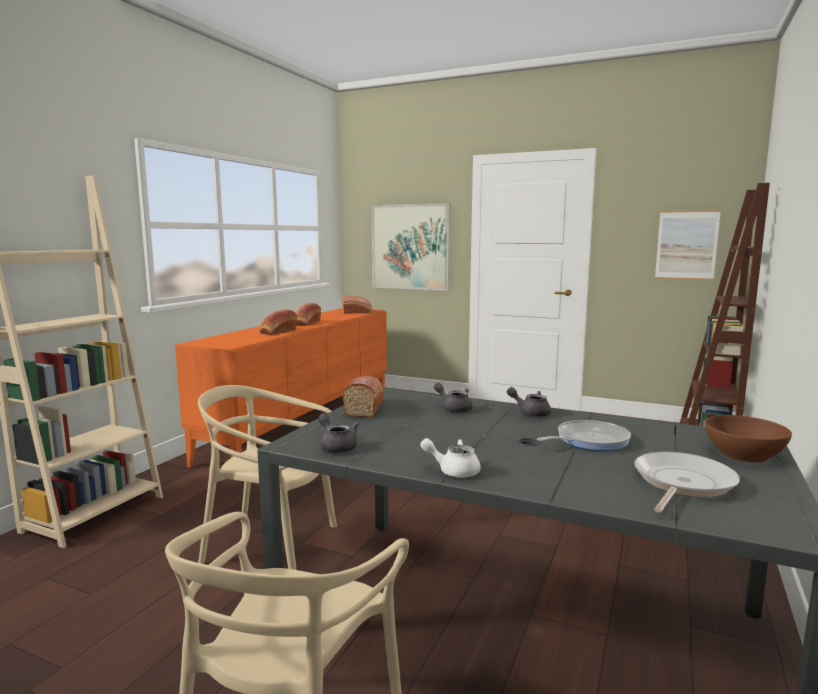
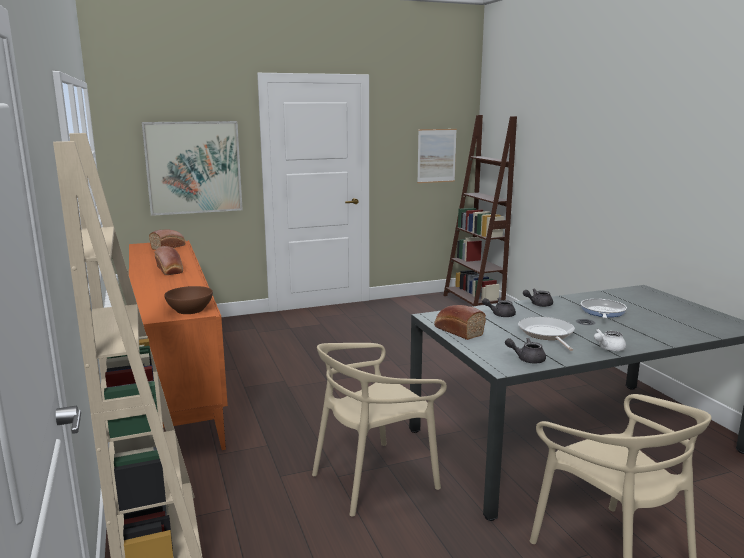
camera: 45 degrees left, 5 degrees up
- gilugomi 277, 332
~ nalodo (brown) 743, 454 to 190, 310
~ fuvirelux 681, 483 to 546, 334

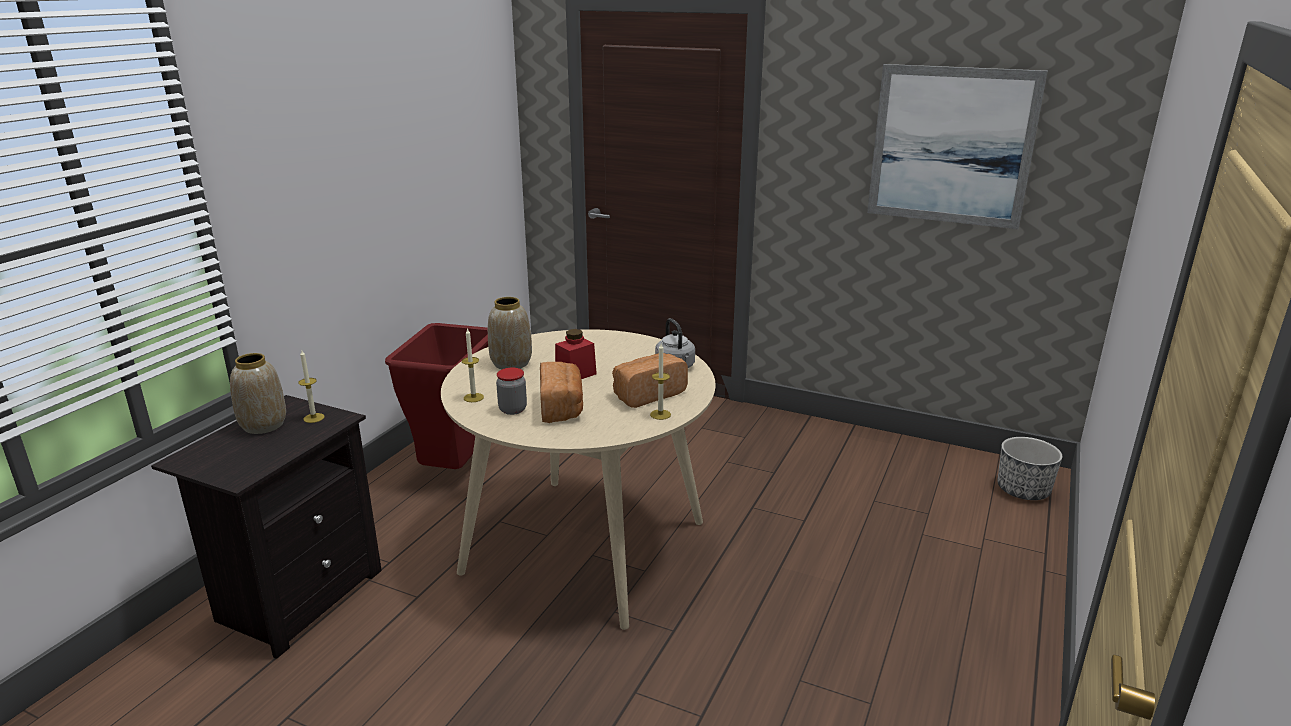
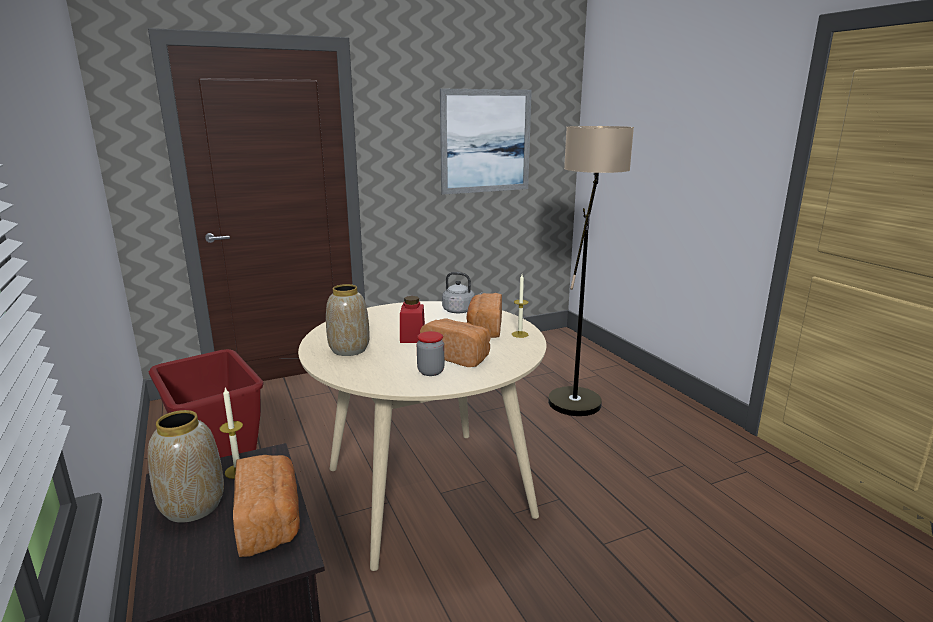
camera: 50 degrees left, 5 degrees down
- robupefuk 473, 397
- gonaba 1022, 490
+ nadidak 578, 393
+ gilugomi 270, 521

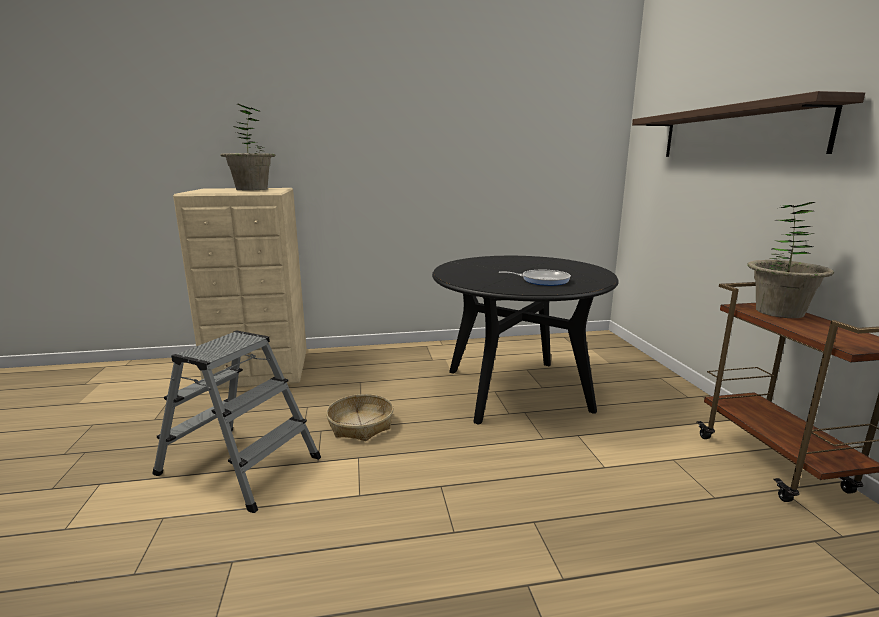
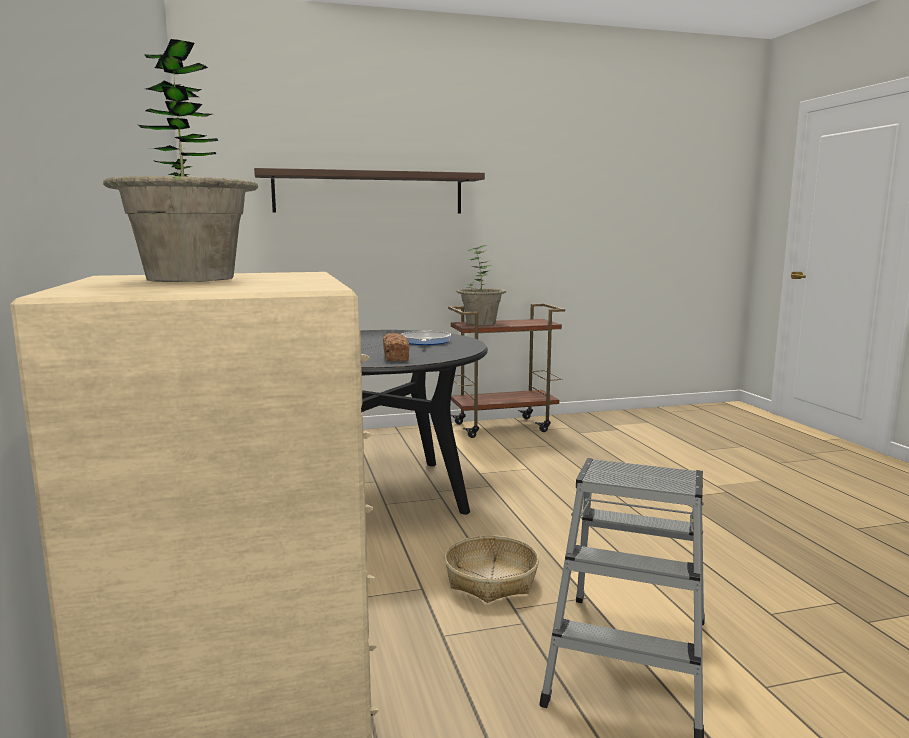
camera: 95 degrees left, 5 degrees down
+ gilugomi 396, 357

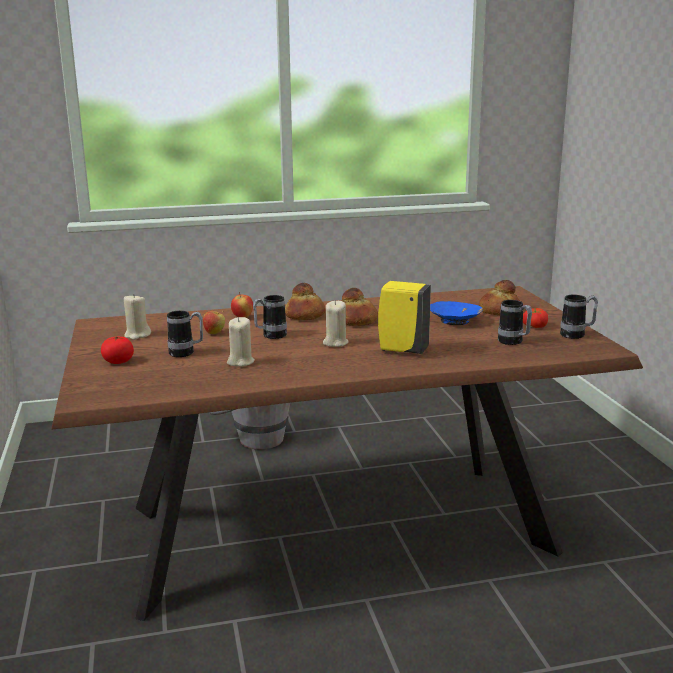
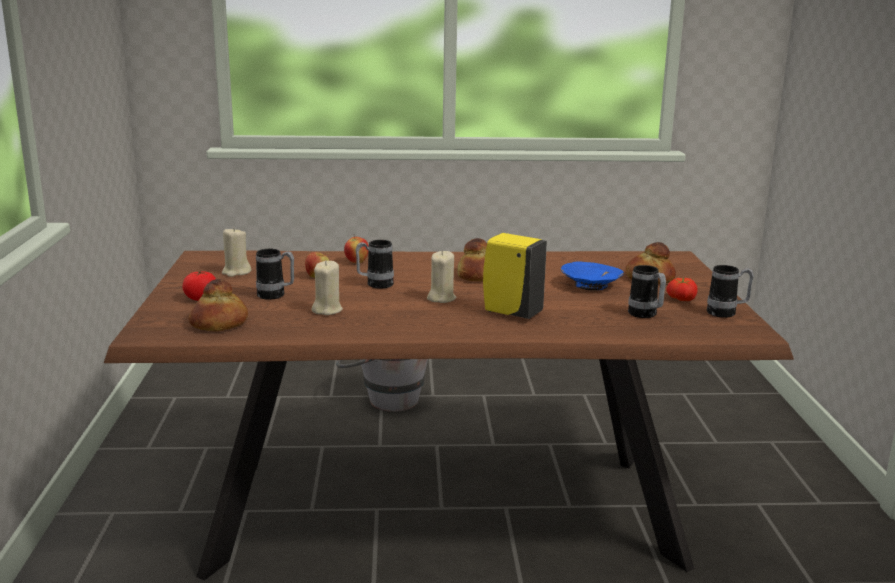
camera: 10 degrees right, 0 degrees up
~ gilugomi 305, 315 to 220, 323

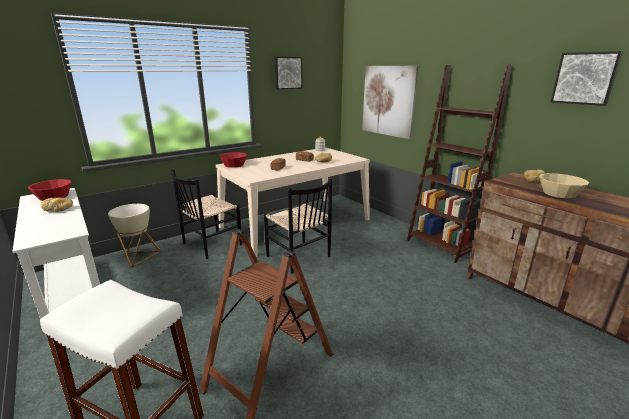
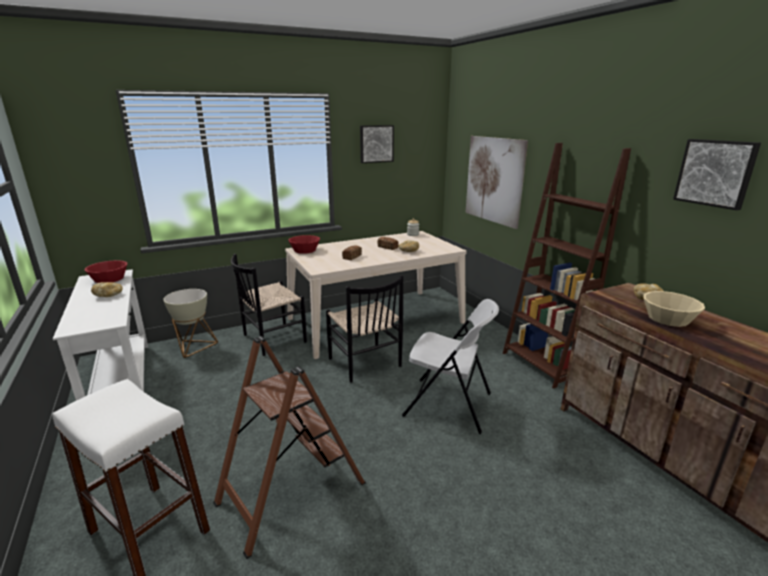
camera: 10 degrees right, 0 degrees up
+ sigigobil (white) 448, 404

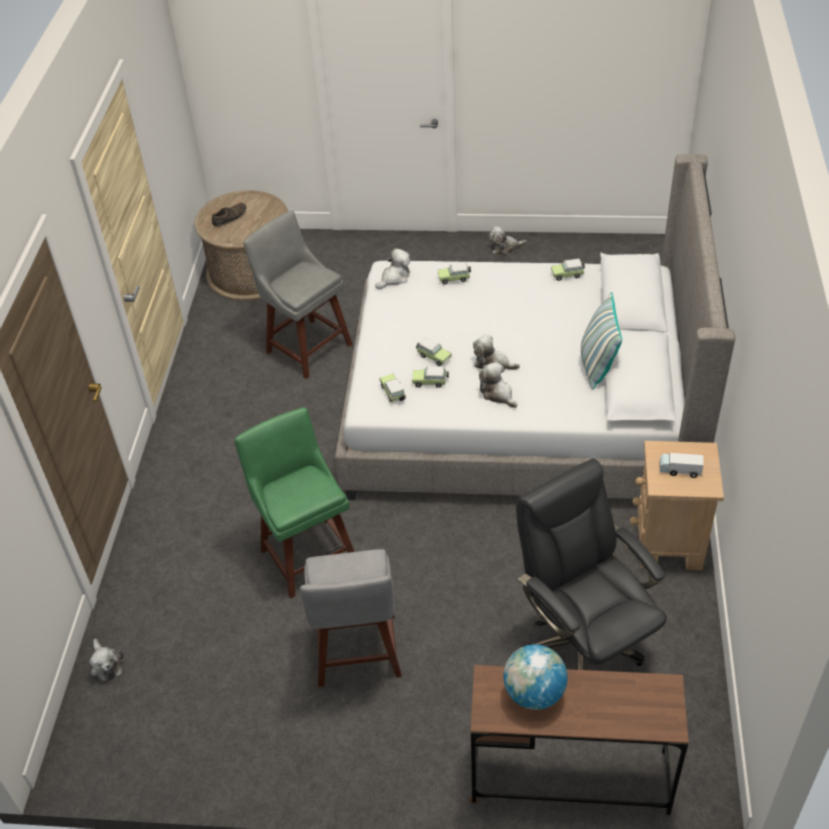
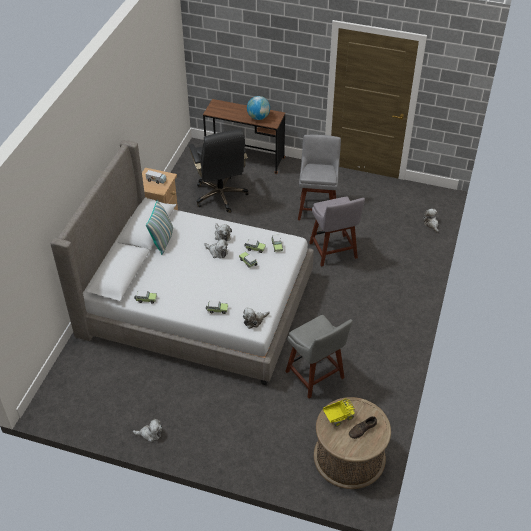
camera: 170 degrees left, 0 degrees up
~ sigigobil (green) 307, 553 to sigigobil (grey) 333, 252
+ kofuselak 338, 417

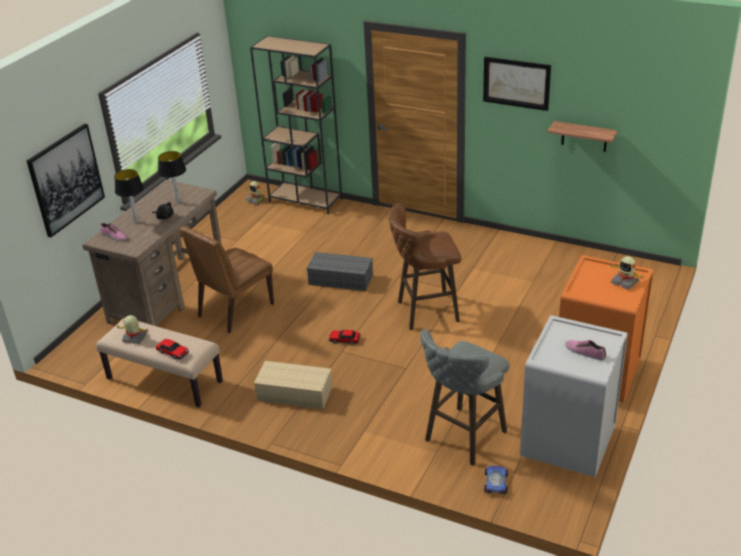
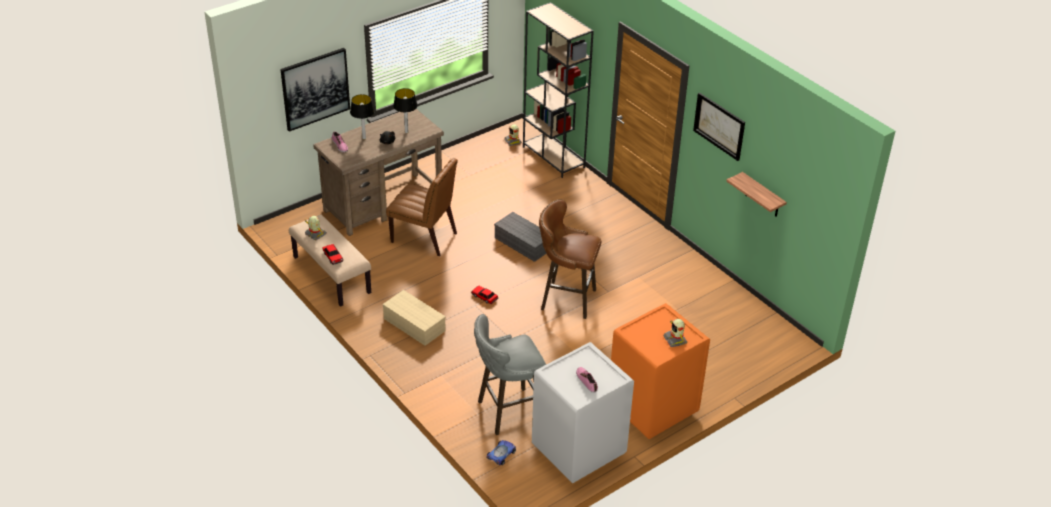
camera: 25 degrees right, 5 degrees up
~ sigigobil (brown) 236, 309 = 423, 237 135 degrees counterclockwise

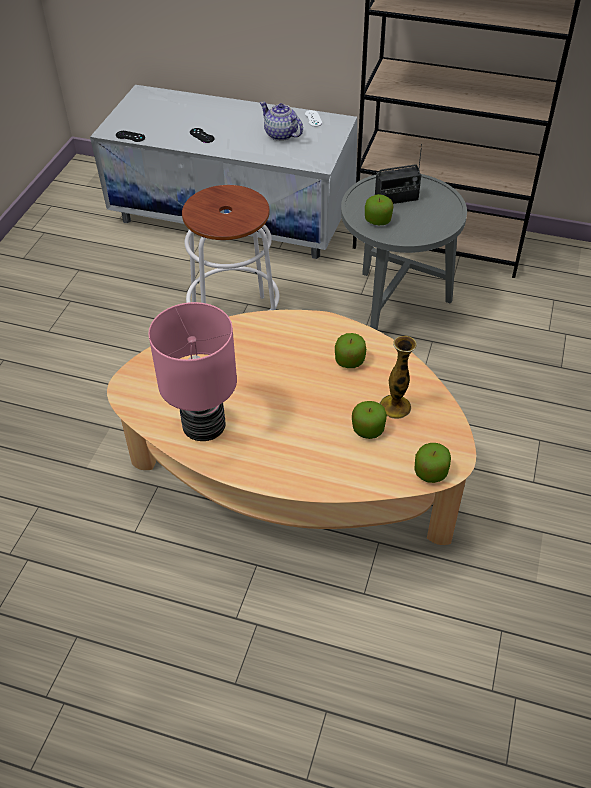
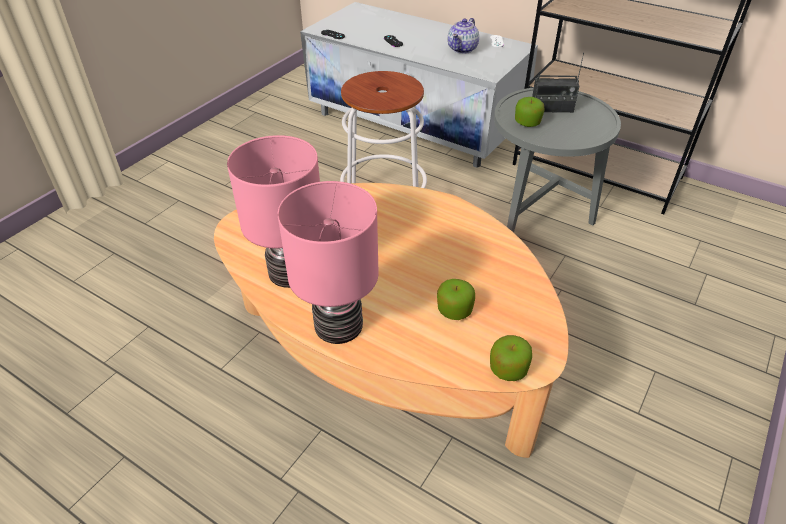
camera: 15 degrees right, 5 degrees down
~ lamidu 281, 135 = 463, 49 120 degrees counterclockwise
- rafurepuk 349, 361
- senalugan 395, 406
+ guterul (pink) 338, 326

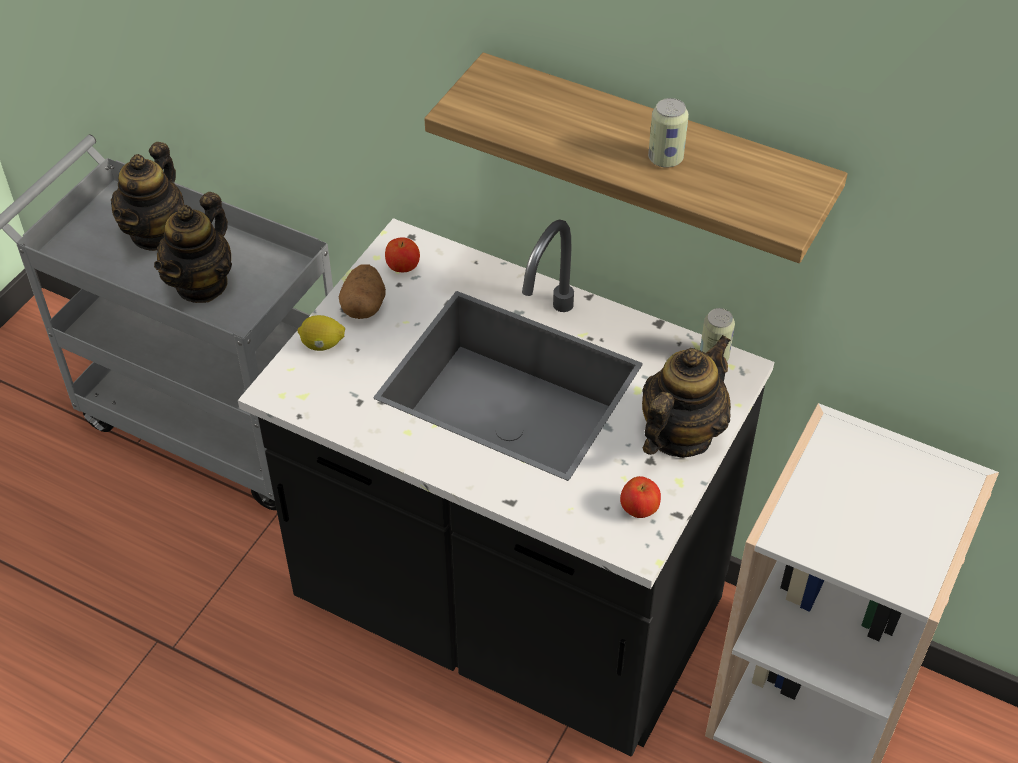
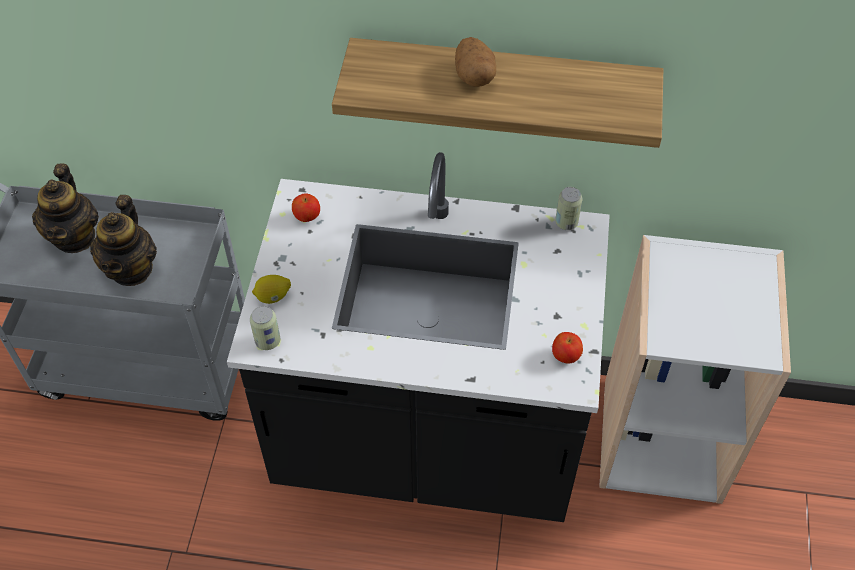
camera: 20 degrees left, 5 degrees up
~ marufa 665, 159 to 268, 341
~ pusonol 364, 306 to 474, 76
- lamidu 680, 435

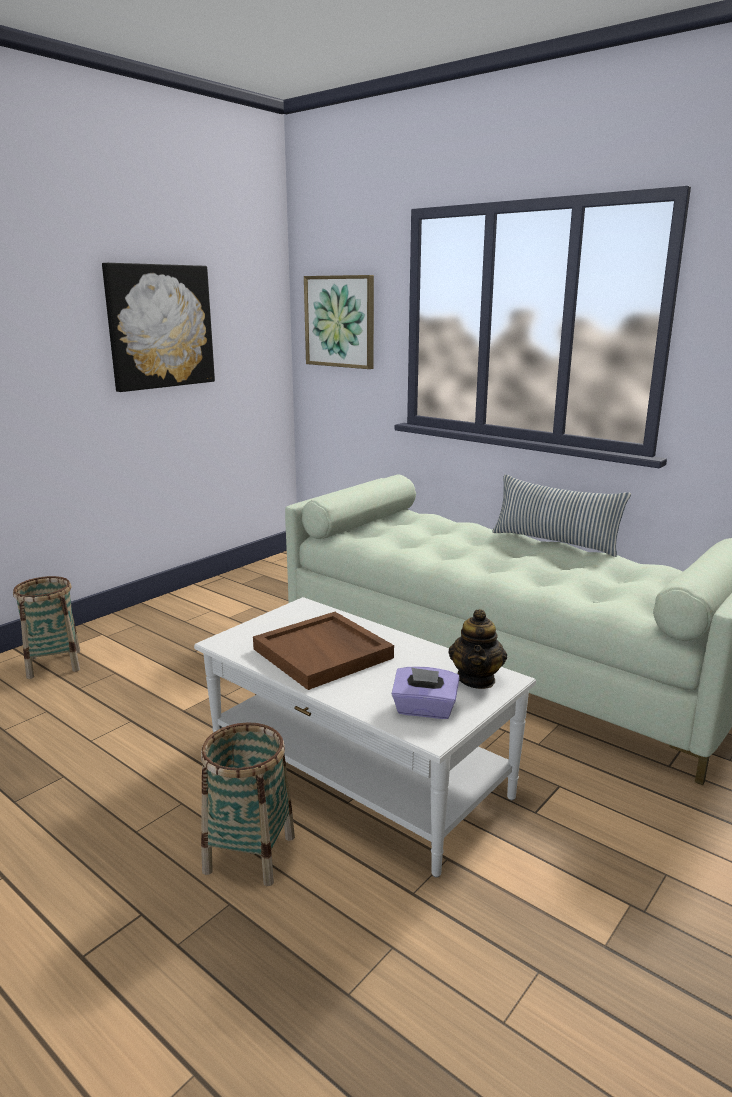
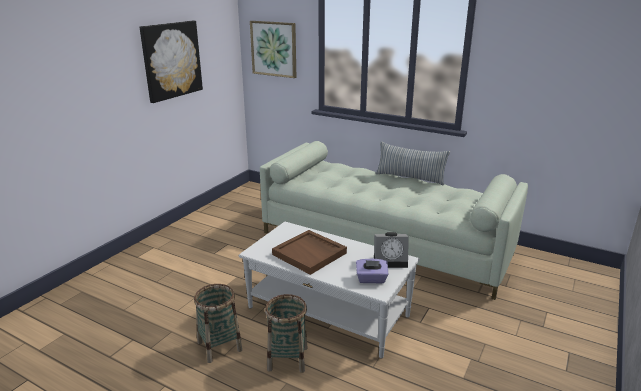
camera: 10 degrees left, 5 degrees up
~ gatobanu 54, 664 to 219, 346
~ lamidu 476, 679 to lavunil 391, 261

